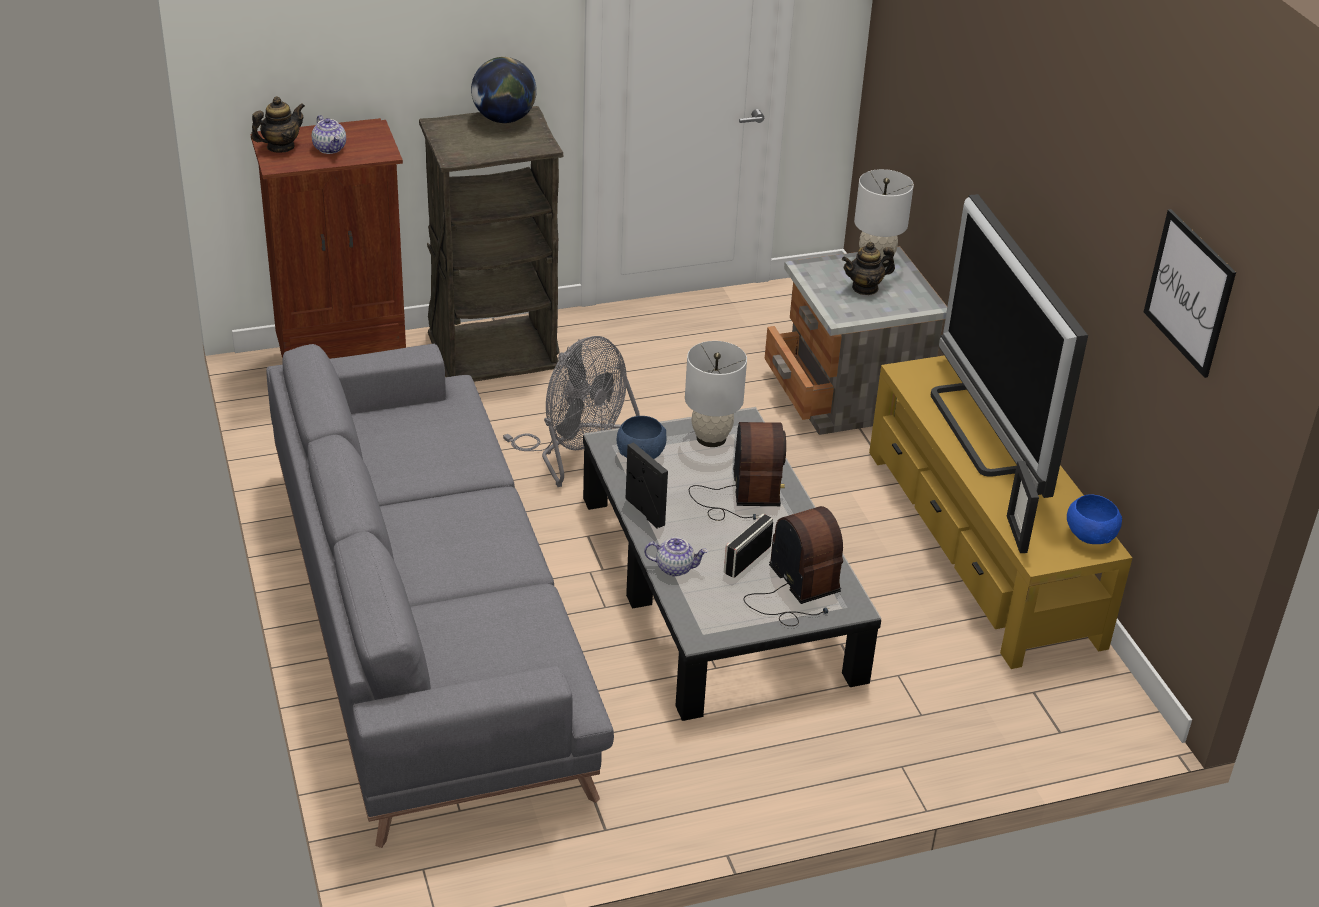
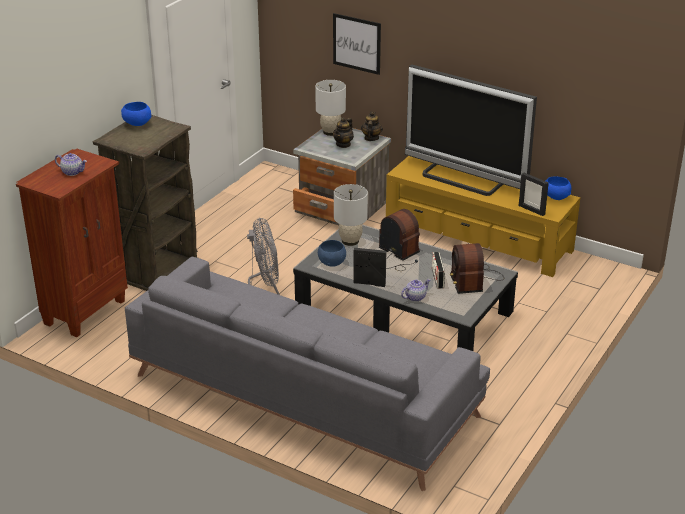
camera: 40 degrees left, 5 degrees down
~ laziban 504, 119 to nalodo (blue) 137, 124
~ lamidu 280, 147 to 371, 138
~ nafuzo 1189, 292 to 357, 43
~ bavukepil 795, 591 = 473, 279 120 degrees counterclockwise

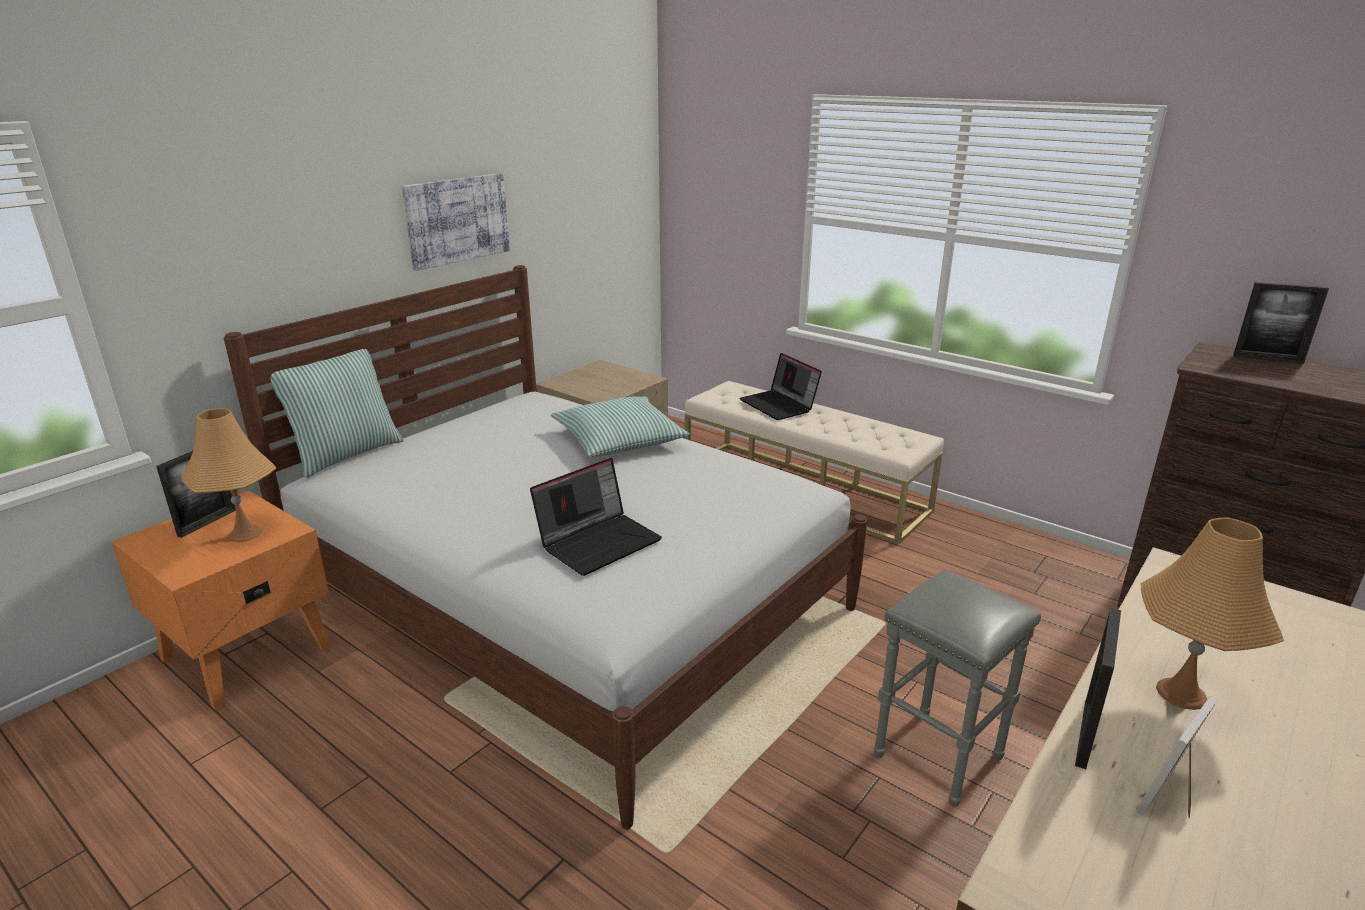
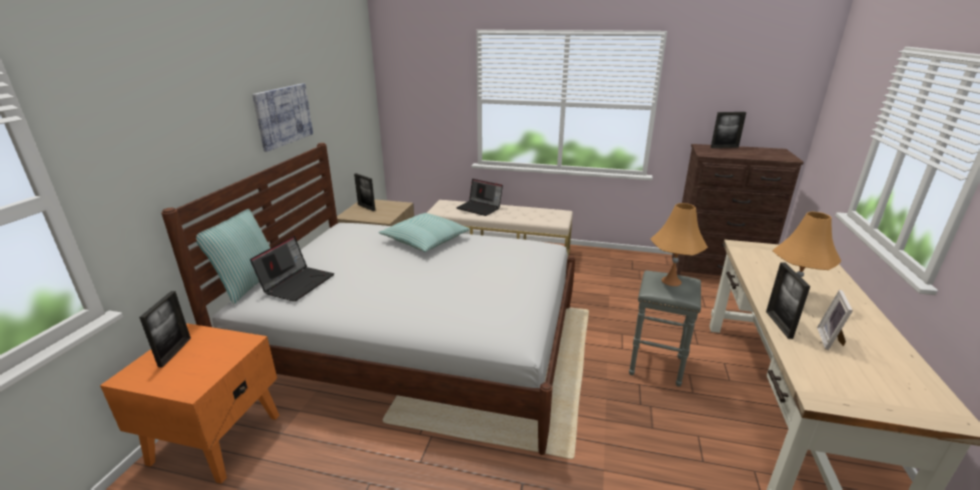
camera: 25 degrees left, 0 degrees up
~ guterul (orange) 244, 534 to 671, 281
~ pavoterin 599, 541 to 297, 283
+ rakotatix 366, 207

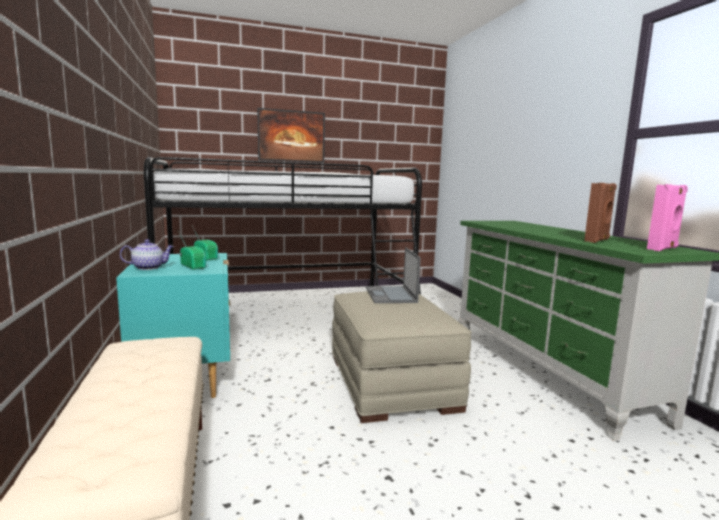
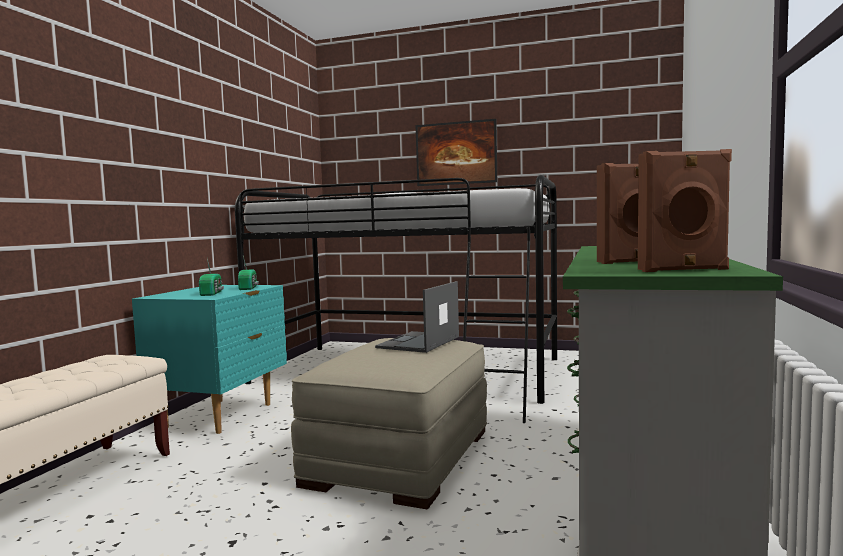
camera: 35 degrees right, 5 degrees down
~ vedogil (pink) 663, 248 to vedogil (brown) 683, 270
- lamidu 148, 267

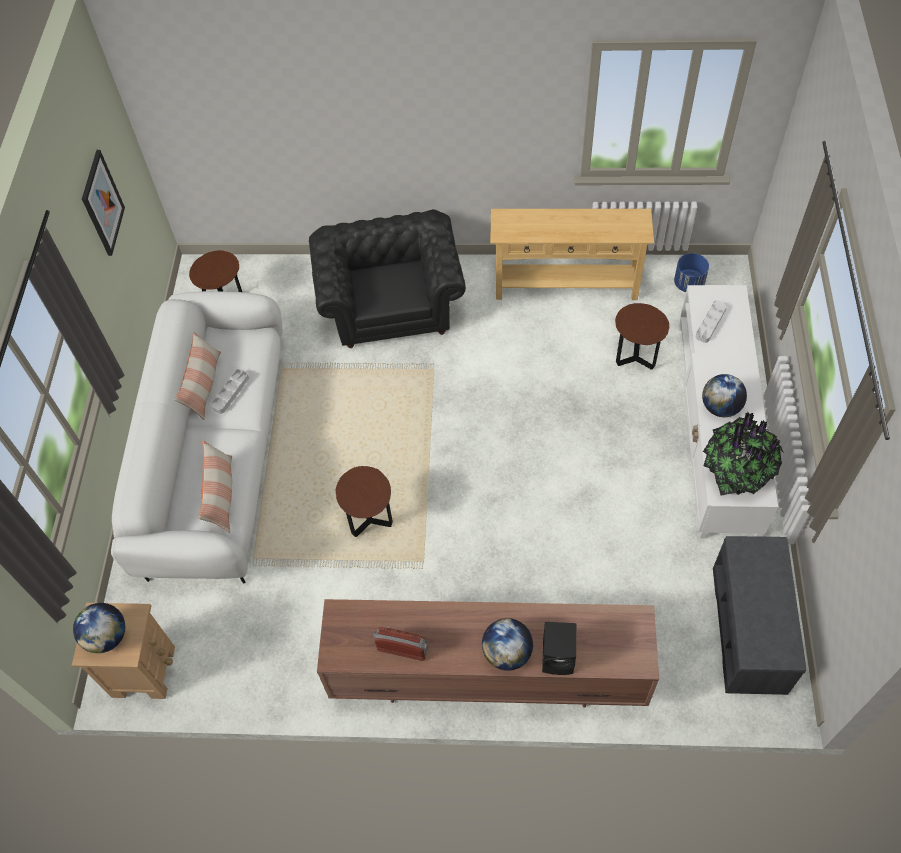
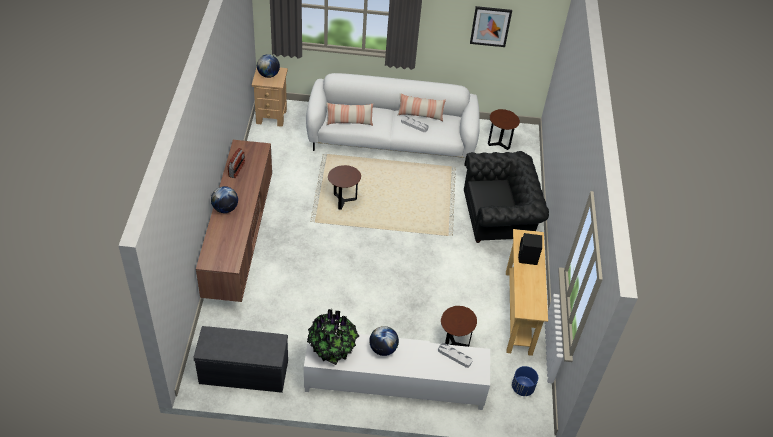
camera: 85 degrees right, 10 degrees down
~ vedogil (black) 559, 657 to 527, 258

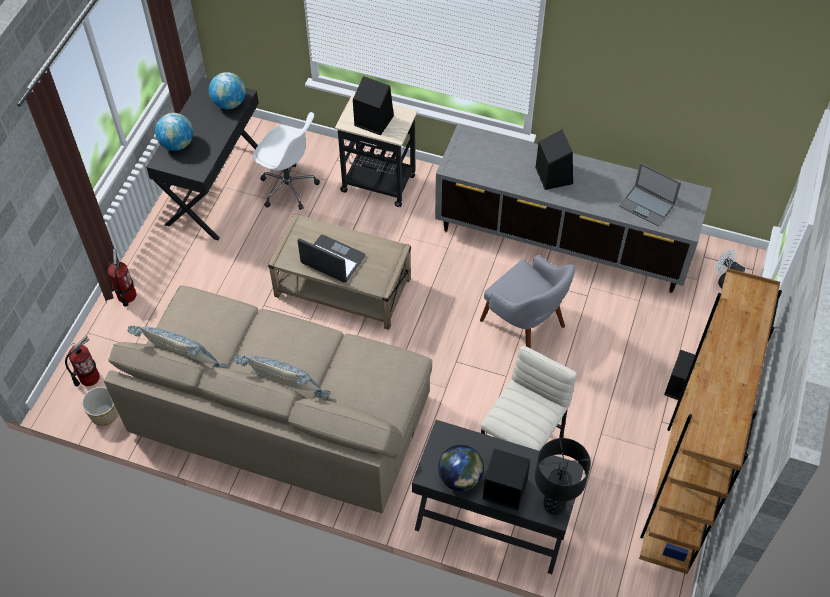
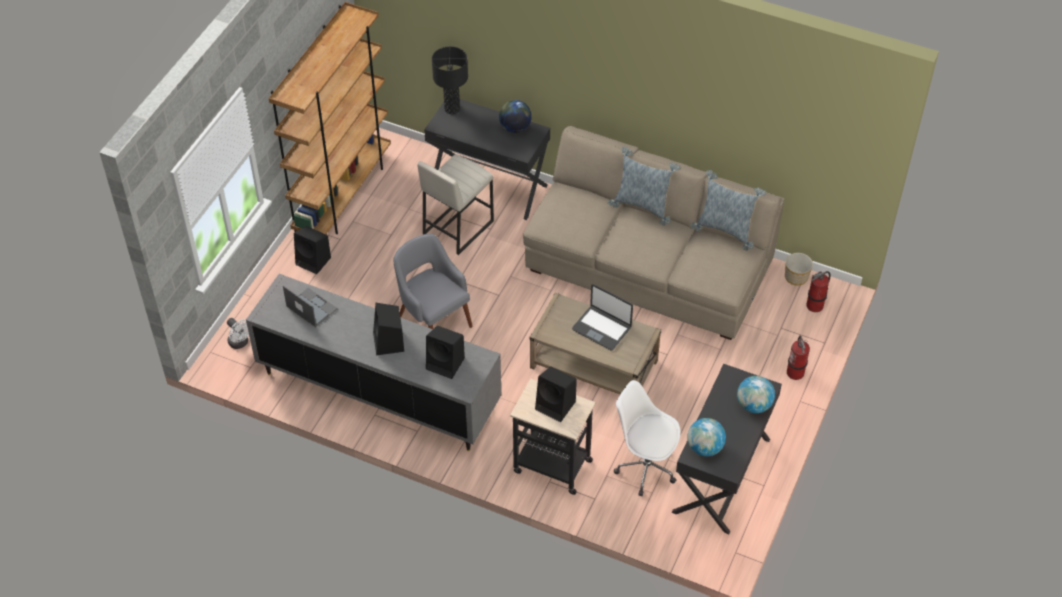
camera: 175 degrees left, 5 degrees down
~ vedogil (black) 503, 489 to 446, 363

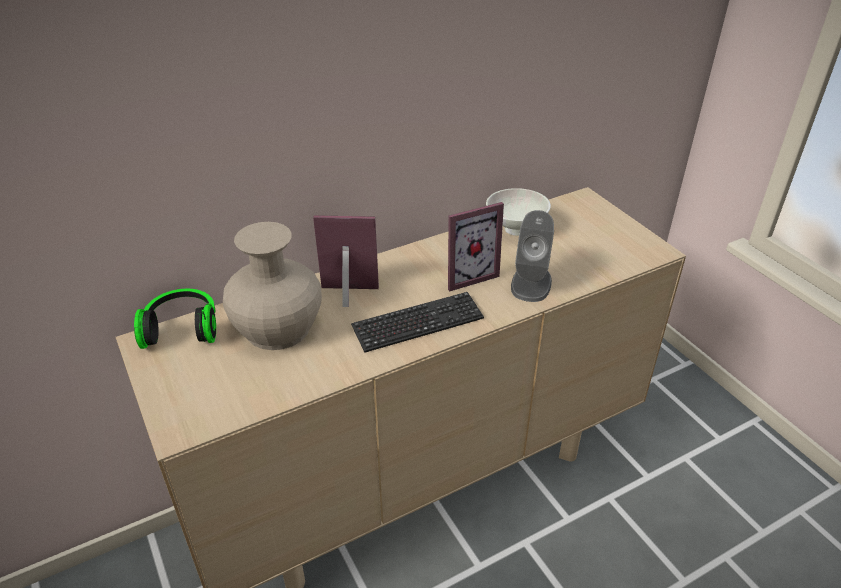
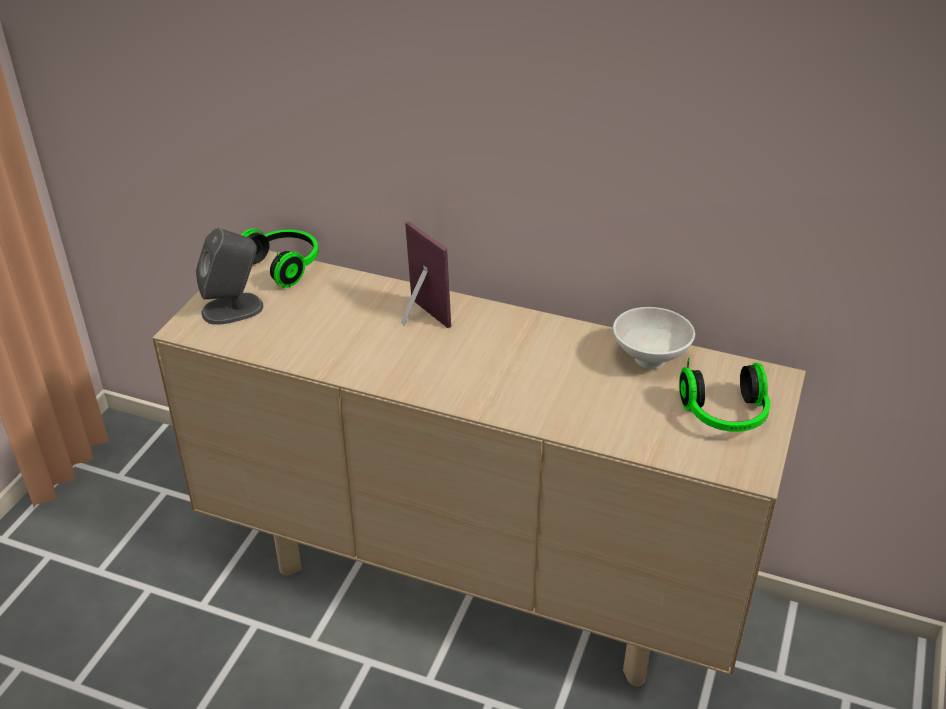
camera: 50 degrees right, 0 degrees up
- rakotatix 467, 275
~ vedogil (grey) 531, 283 to 233, 309
- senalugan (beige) 278, 328
- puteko 418, 323
+ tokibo 725, 416

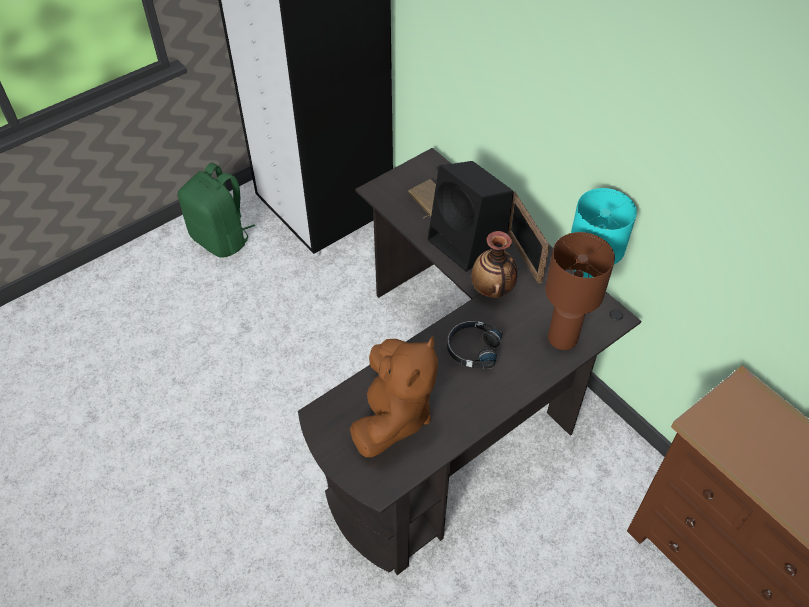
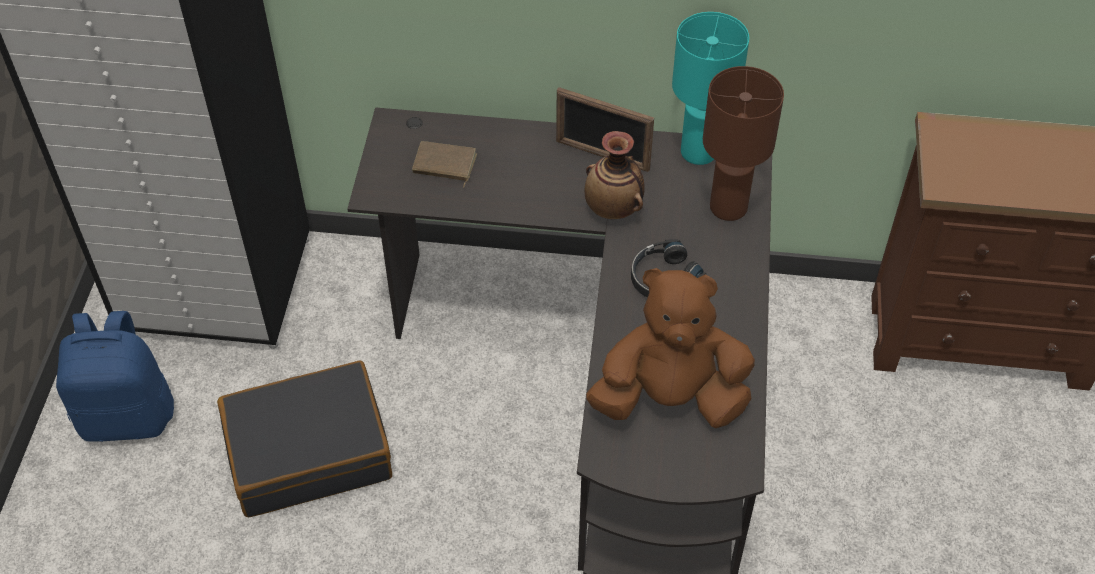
camera: 45 degrees left, 0 degrees up
- vedogil (black) 468, 243
~ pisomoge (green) 221, 239 to pisomoge (blue) 128, 415
~ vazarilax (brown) 393, 415 = 670, 398 60 degrees counterclockwise
+ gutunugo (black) 308, 451

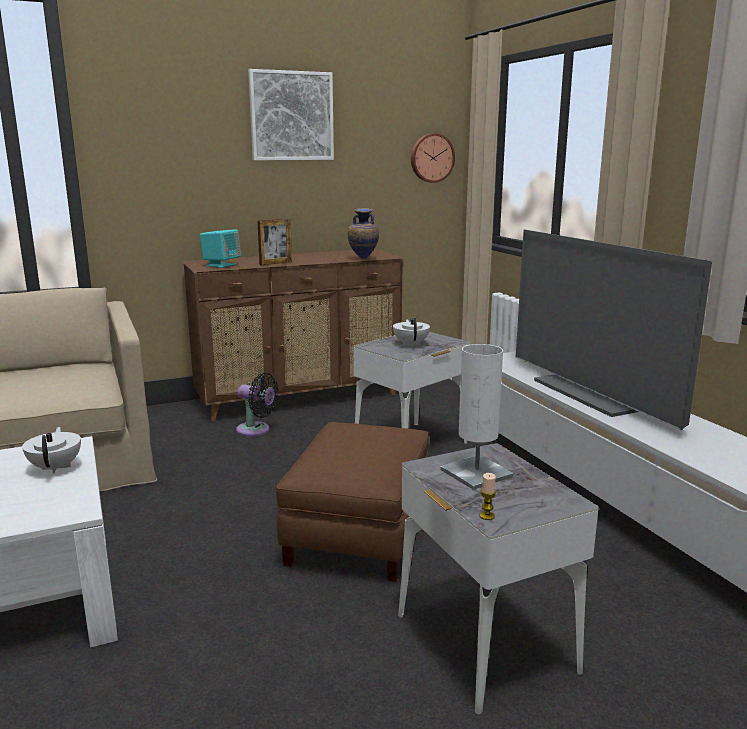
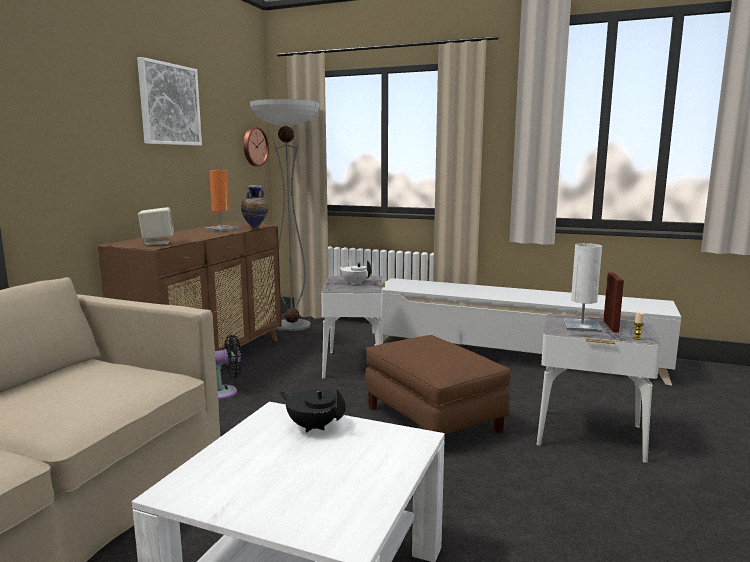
camera: 45 degrees left, 5 degrees down
~ rakotatix 275, 263 to 610, 326
~ vedogil (turquoise) 221, 265 to vedogil (beige) 157, 243
- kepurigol 593, 394
~ lamidu (white) 56, 467 to lamidu (black) 313, 426
+ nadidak 292, 325
+ guterul (orange) 221, 229

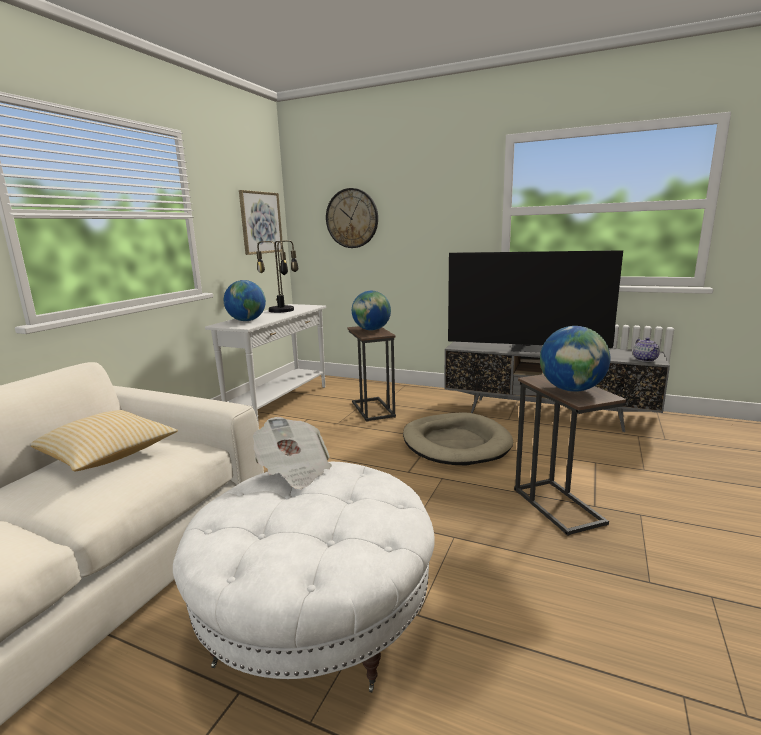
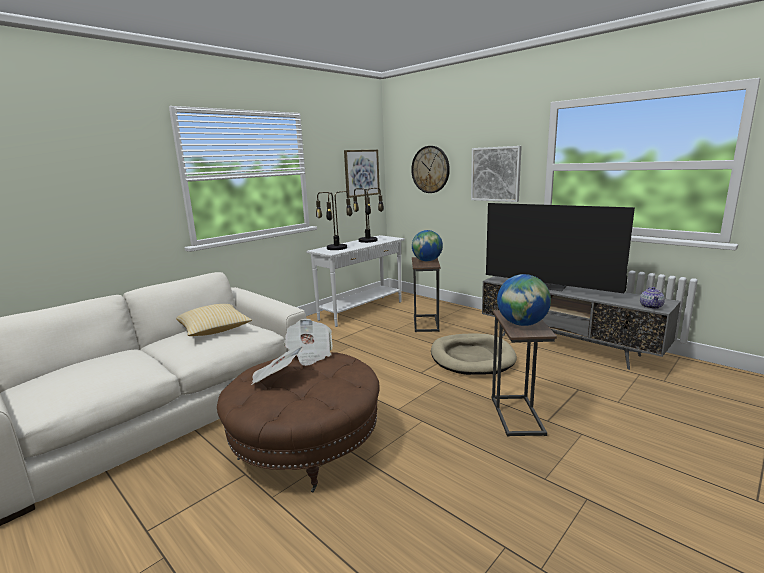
camera: 20 degrees right, 0 degrees up
~ laziban 247, 321 to guterul 336, 248
~ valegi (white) 315, 613 to valegi (brown) 306, 446
+ nafuzo 495, 174
+ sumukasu 277, 378

